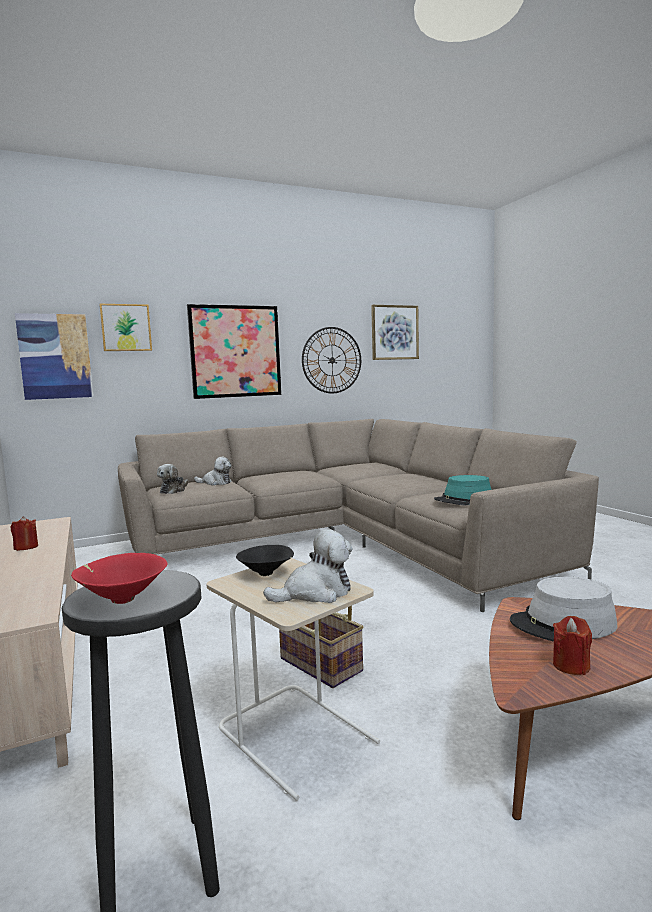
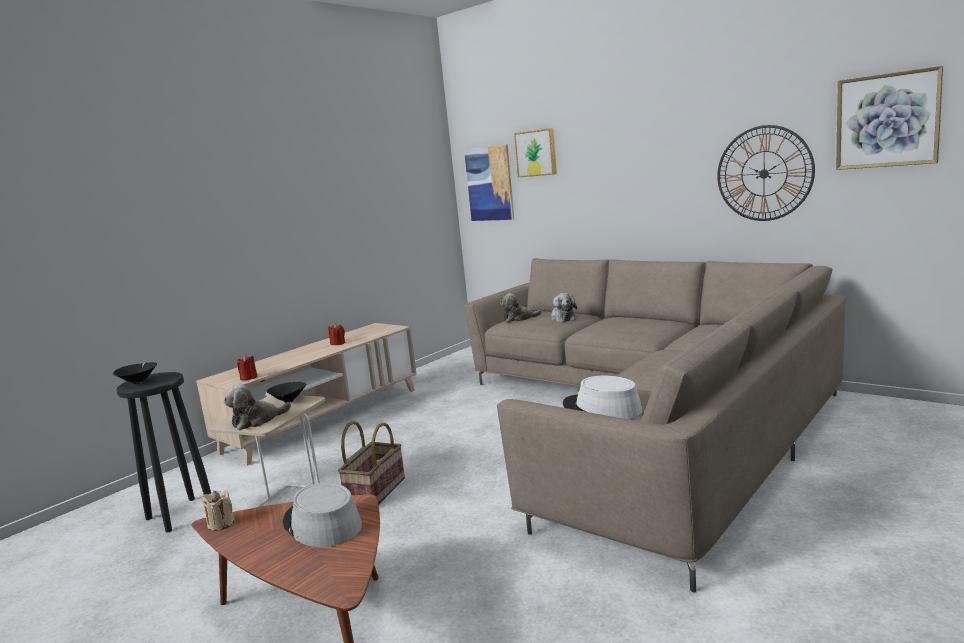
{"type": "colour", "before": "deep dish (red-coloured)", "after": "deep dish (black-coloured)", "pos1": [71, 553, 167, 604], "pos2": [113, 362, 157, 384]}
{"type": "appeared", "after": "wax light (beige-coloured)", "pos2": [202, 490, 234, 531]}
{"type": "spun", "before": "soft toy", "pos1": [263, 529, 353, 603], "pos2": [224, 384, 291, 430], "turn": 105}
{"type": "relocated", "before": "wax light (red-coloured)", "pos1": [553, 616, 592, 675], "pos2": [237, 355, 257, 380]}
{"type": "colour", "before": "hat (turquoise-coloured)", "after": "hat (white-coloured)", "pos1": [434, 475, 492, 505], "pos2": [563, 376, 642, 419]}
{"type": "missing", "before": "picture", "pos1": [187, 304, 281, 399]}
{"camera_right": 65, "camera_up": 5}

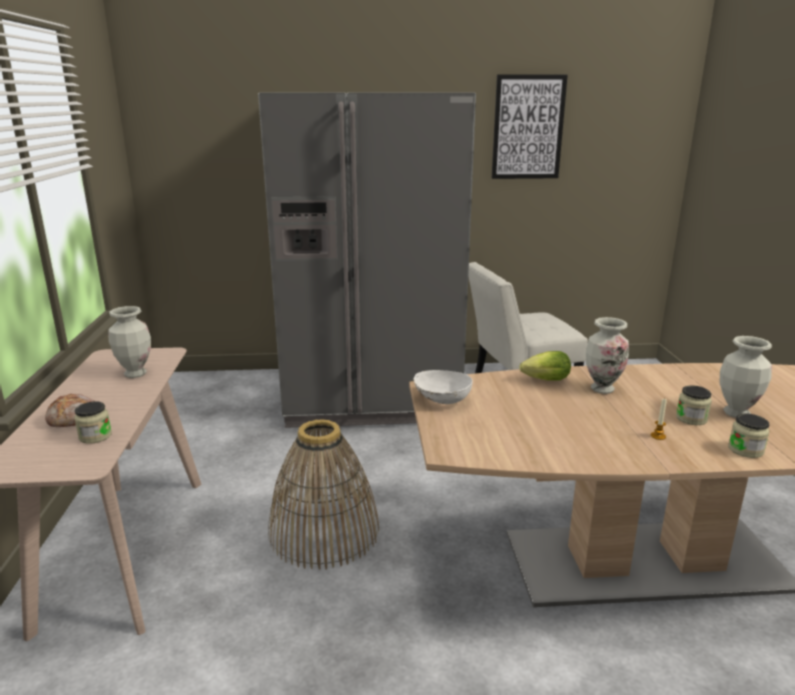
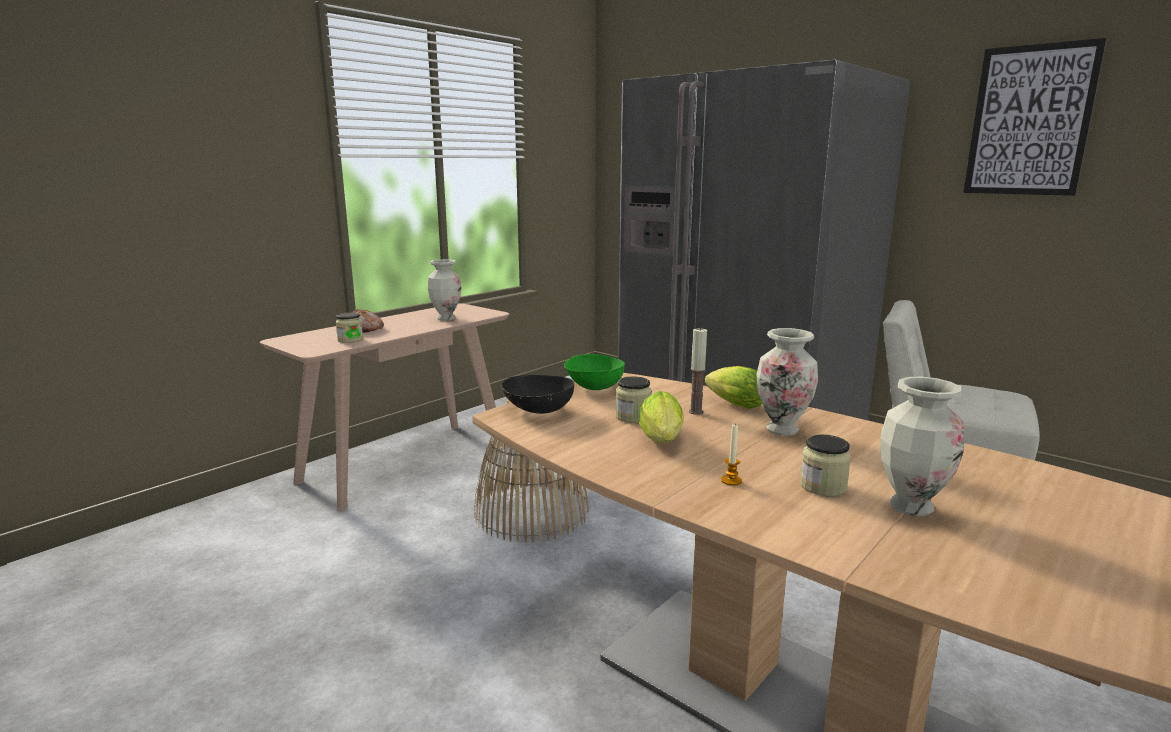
{"type": "appeared", "after": "deep dish (black-coloured)", "pos2": [501, 375, 574, 414]}
{"type": "colour", "before": "deep dish (white-coloured)", "after": "deep dish (green-coloured)", "pos1": [414, 370, 473, 404], "pos2": [564, 354, 625, 390]}
{"type": "relocated", "before": "preserve jar", "pos1": [728, 413, 769, 458], "pos2": [616, 376, 652, 423]}
{"type": "appeared", "after": "lettuce head", "pos2": [639, 391, 684, 443]}
{"type": "appeared", "after": "wax light", "pos2": [689, 327, 707, 415]}
{"camera_right": 45, "camera_up": -5}

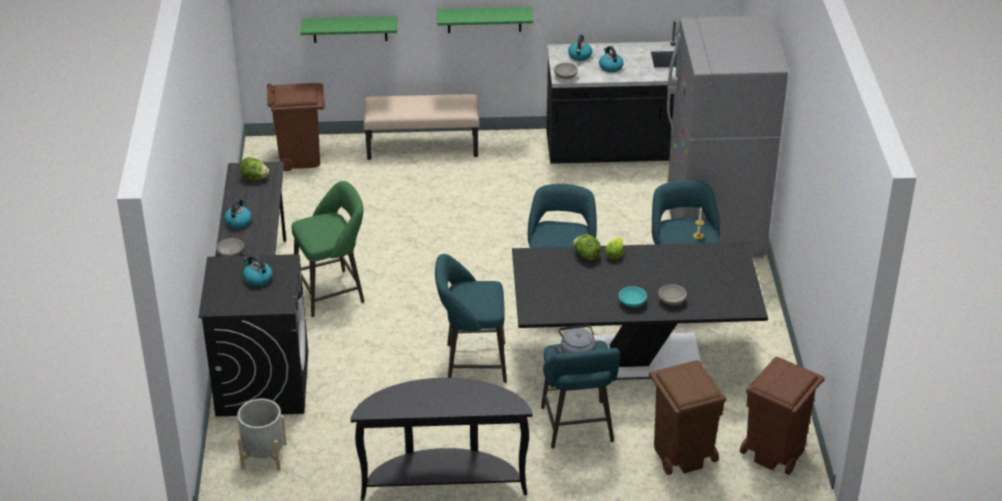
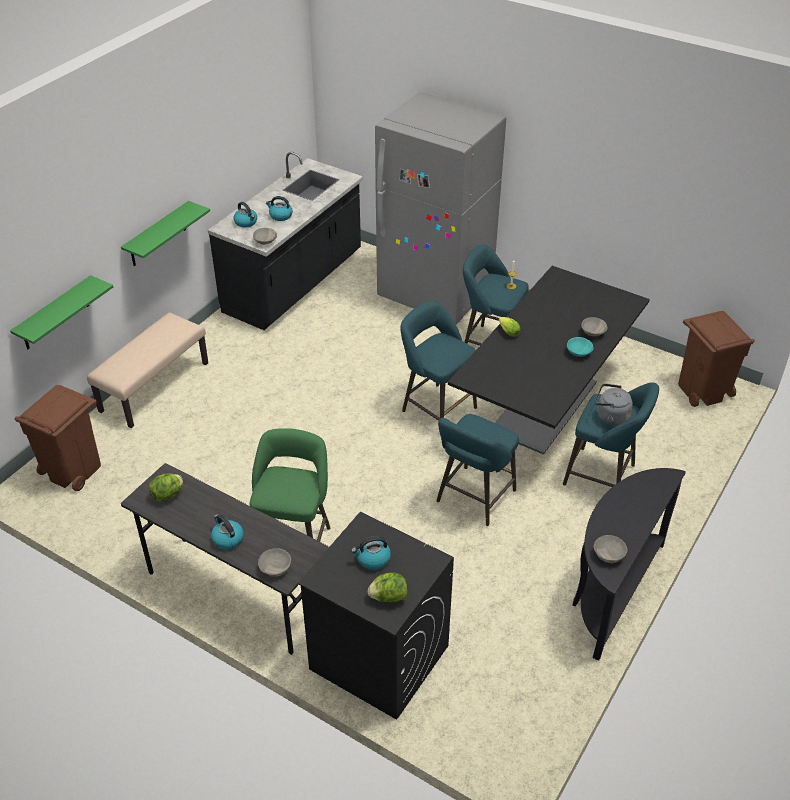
{"type": "relocated", "before": "lettuce head", "pos1": [573, 234, 601, 261], "pos2": [368, 572, 408, 603]}
{"type": "appeared", "after": "deep dish (grey)", "pos2": [594, 535, 627, 563]}
{"type": "missing", "before": "flower pot (grey)", "pos1": [237, 399, 287, 471]}
{"type": "missing", "before": "rubbish bin (brown)", "pos1": [649, 360, 726, 475]}
{"camera_right": -55, "camera_up": 5}

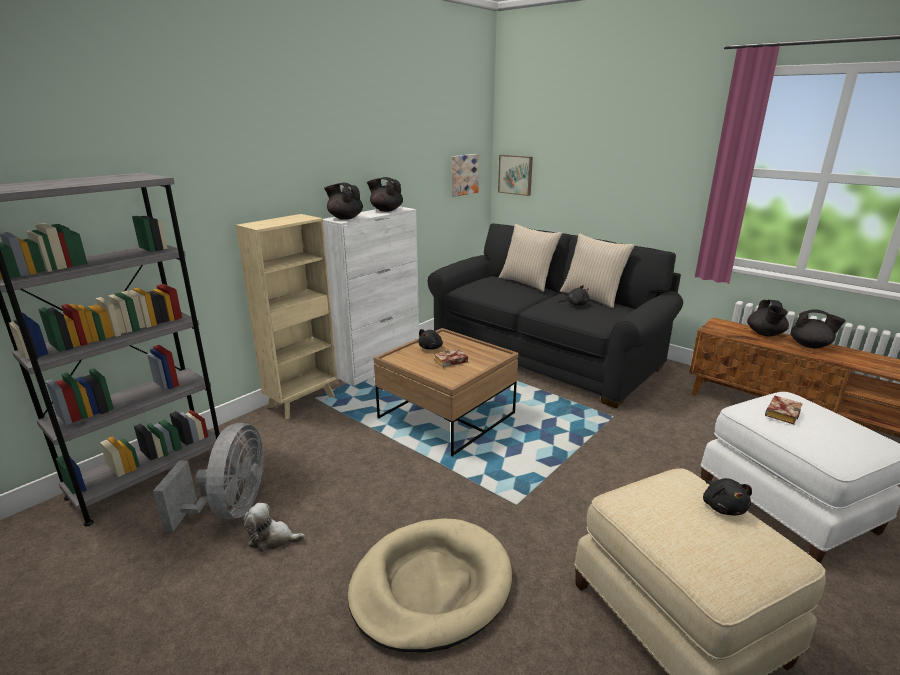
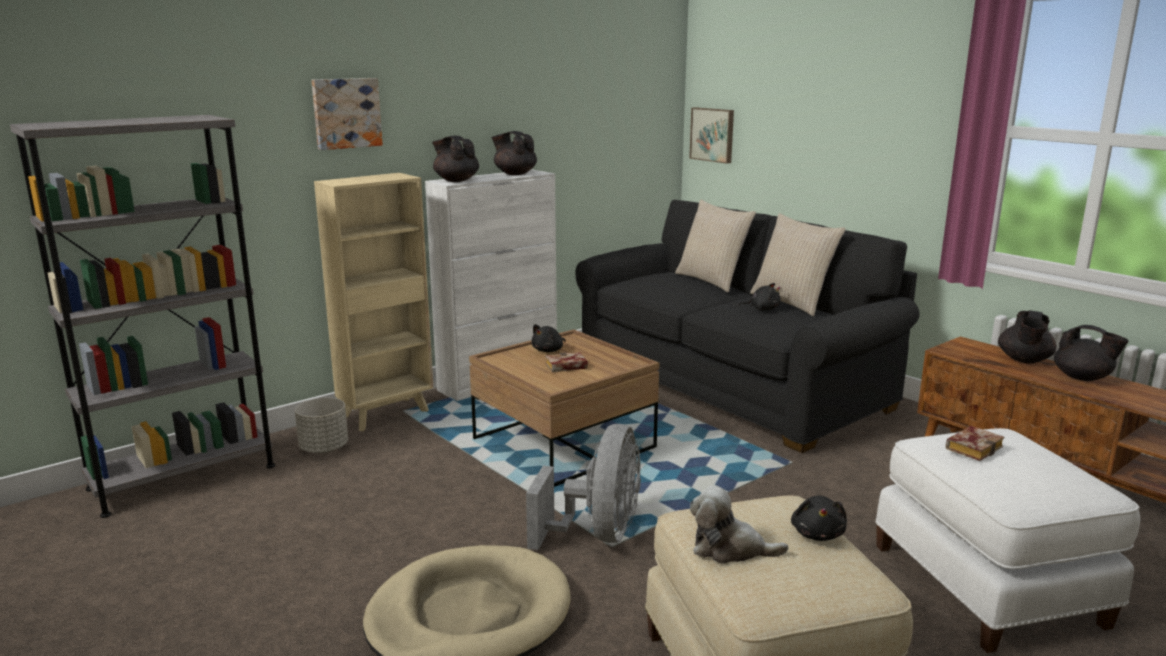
{"type": "appeared", "after": "flower pot (grey)", "pos2": [295, 398, 348, 453]}
{"type": "relocated", "before": "picture", "pos1": [452, 154, 479, 197], "pos2": [311, 78, 383, 150]}
{"type": "relocated", "before": "cooling fan (grey)", "pos1": [153, 423, 264, 532], "pos2": [526, 424, 641, 550]}
{"type": "relocated", "before": "soft toy", "pos1": [244, 503, 305, 552], "pos2": [690, 485, 788, 564]}
{"camera_right": 10, "camera_up": -5}

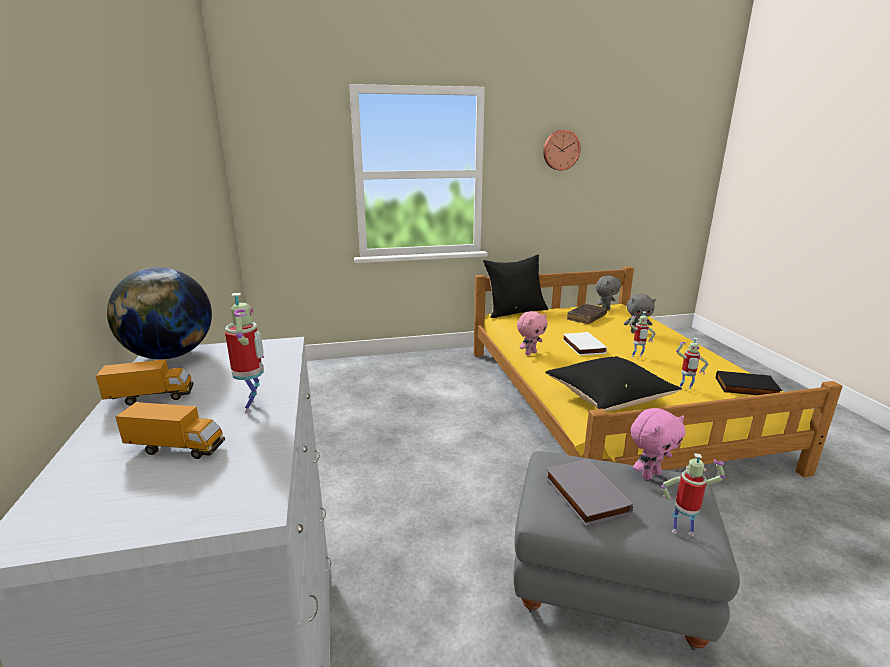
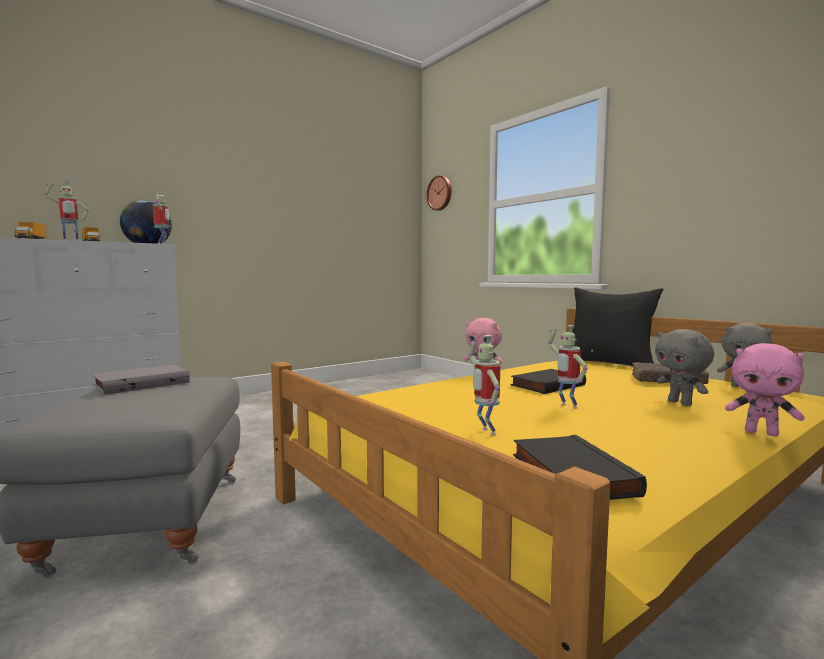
{"type": "relocated", "before": "robot figure", "pos1": [661, 453, 725, 536], "pos2": [153, 190, 171, 244]}
{"type": "relocated", "before": "wall clock", "pos1": [543, 130, 581, 170], "pos2": [427, 176, 452, 211]}
{"type": "colour", "before": "volume (white-coloured)", "after": "volume (black-coloured)", "pos1": [562, 332, 607, 355], "pos2": [511, 369, 586, 394]}
{"type": "relocated", "before": "soft toy (pink-coloured)", "pos1": [631, 408, 686, 480], "pos2": [725, 343, 805, 436]}
{"type": "missing", "before": "throw pillow (black-coloured)", "pos1": [545, 356, 682, 412]}
{"camera_right": 65, "camera_up": -15}

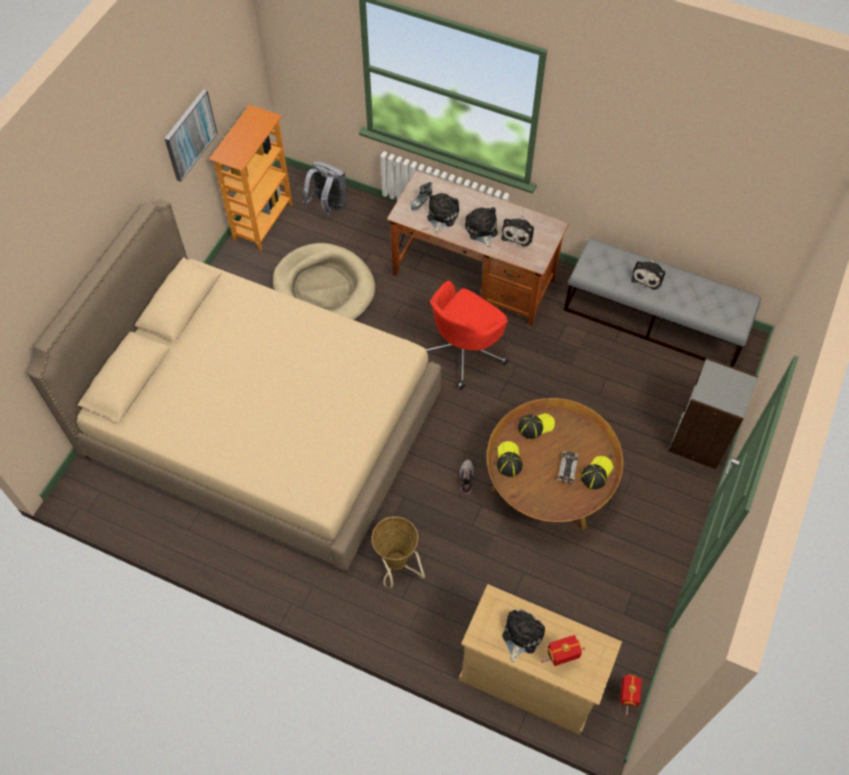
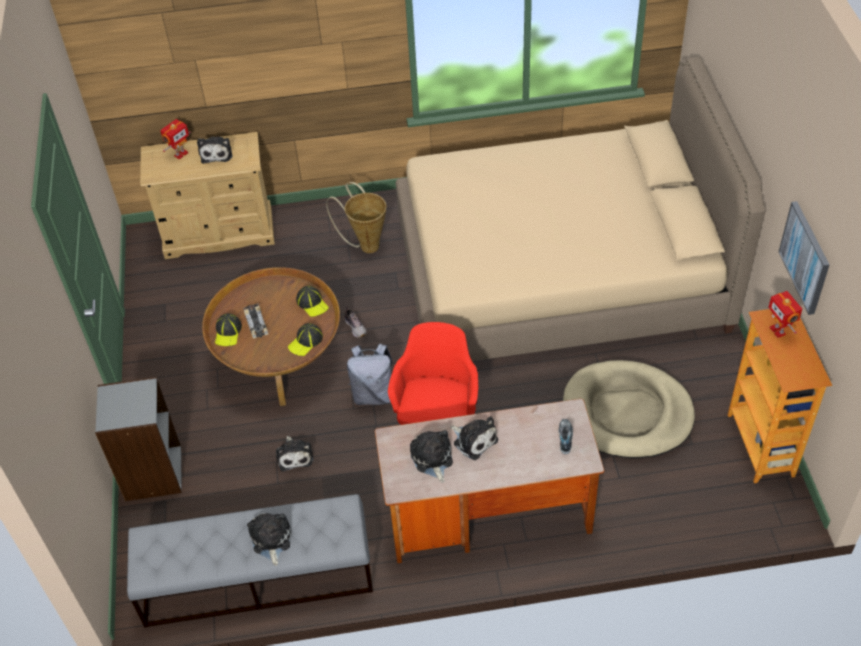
{"type": "relocated", "before": "soft toy", "pos1": [427, 193, 459, 234], "pos2": [276, 436, 313, 472]}
{"type": "relocated", "before": "backpack (grey)", "pos1": [302, 161, 347, 217], "pos2": [347, 343, 393, 405]}
{"type": "relocated", "before": "robot figure", "pos1": [620, 673, 642, 715], "pos2": [768, 291, 802, 338]}
{"camera_right": 150, "camera_up": -10}

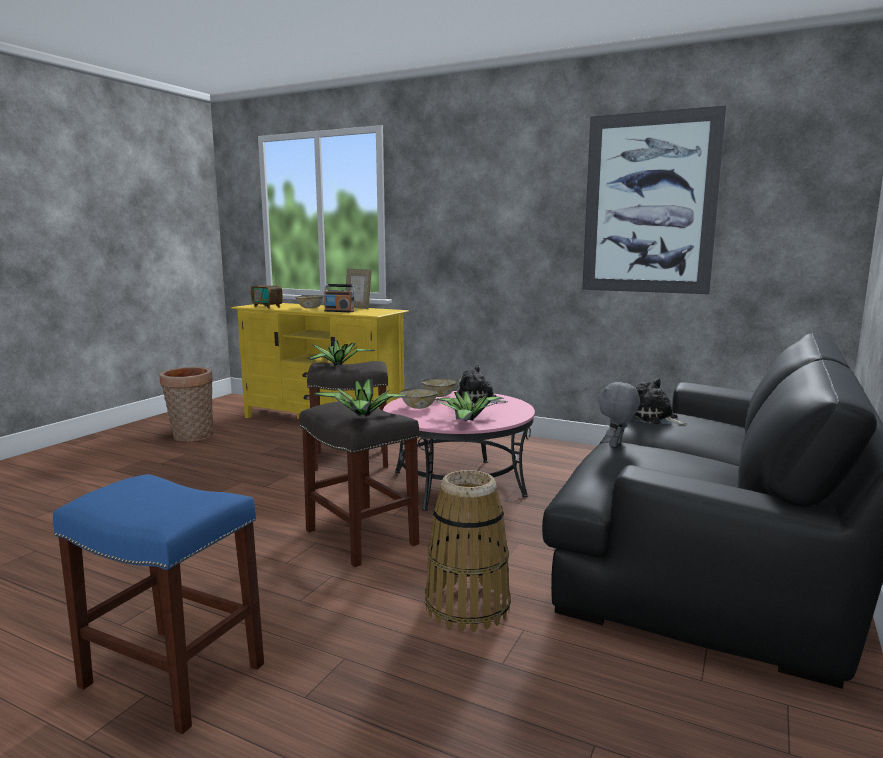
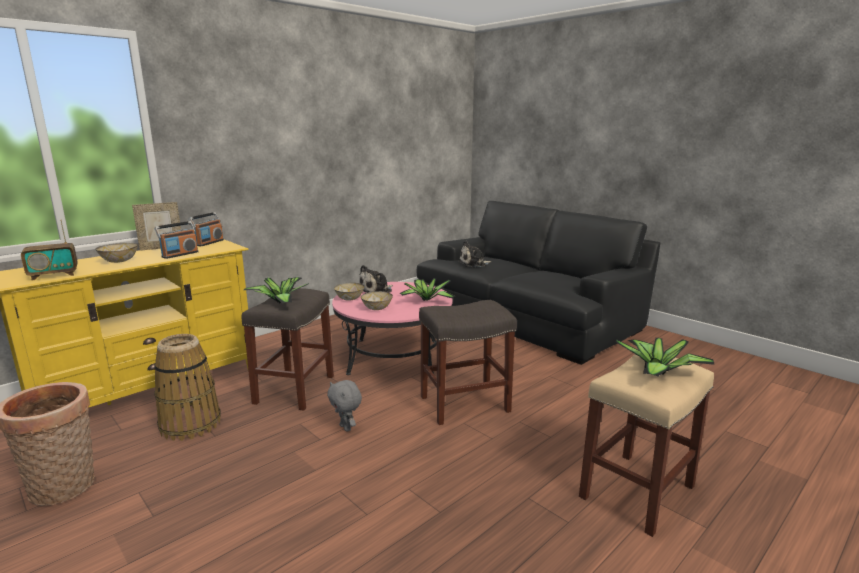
{"type": "relocated", "before": "storage basket", "pos1": [425, 470, 511, 632], "pos2": [154, 334, 221, 441]}
{"type": "appeared", "after": "radio set", "pos2": [189, 212, 224, 246]}
{"type": "relocated", "before": "soft toy (grey)", "pos1": [598, 382, 640, 447], "pos2": [327, 380, 362, 432]}
{"type": "colour", "before": "stool (blue)", "after": "stool (beige-coloured)", "pos1": [53, 474, 264, 734], "pos2": [579, 354, 714, 537]}
{"type": "relocated", "before": "plant in a pot", "pos1": [313, 379, 409, 417], "pos2": [616, 338, 715, 376]}
{"type": "missing", "before": "picture", "pos1": [582, 106, 726, 294]}
{"camera_right": -70, "camera_up": 5}

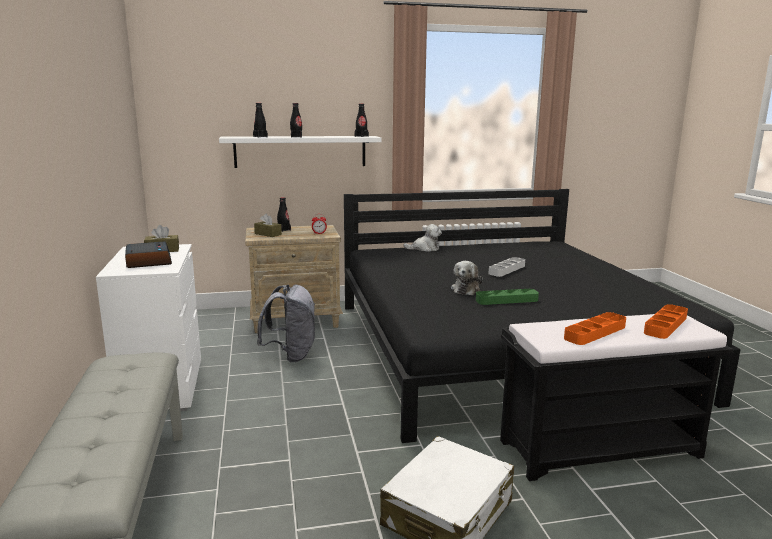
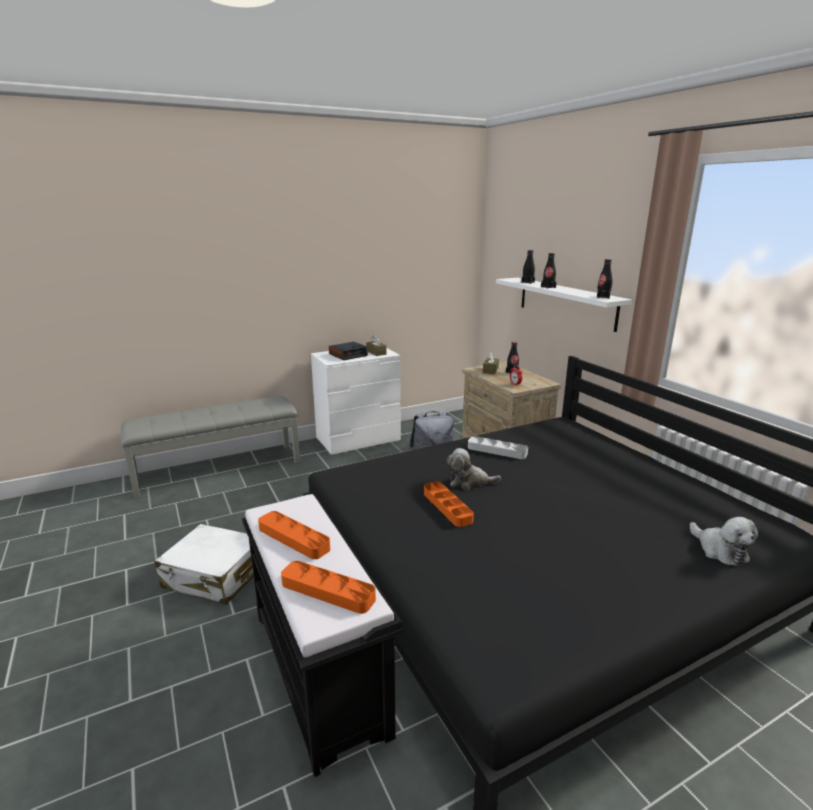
{"type": "colour", "before": "serving tray (green-coloured)", "after": "serving tray (orange-coloured)", "pos1": [476, 289, 539, 305], "pos2": [424, 482, 474, 527]}
{"type": "relocated", "before": "serving tray (grey)", "pos1": [489, 257, 525, 277], "pos2": [468, 436, 528, 459]}
{"type": "relocated", "before": "soft toy", "pos1": [403, 224, 442, 252], "pos2": [690, 517, 758, 566]}
{"camera_right": 75, "camera_up": 5}

